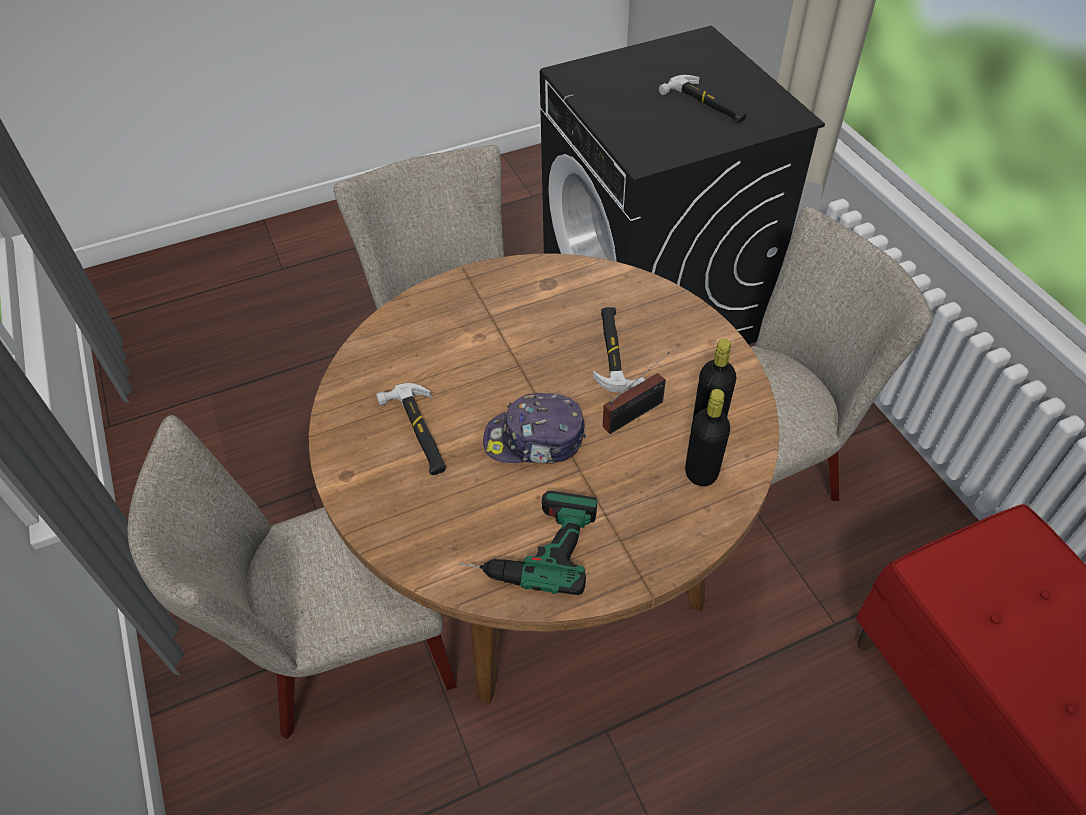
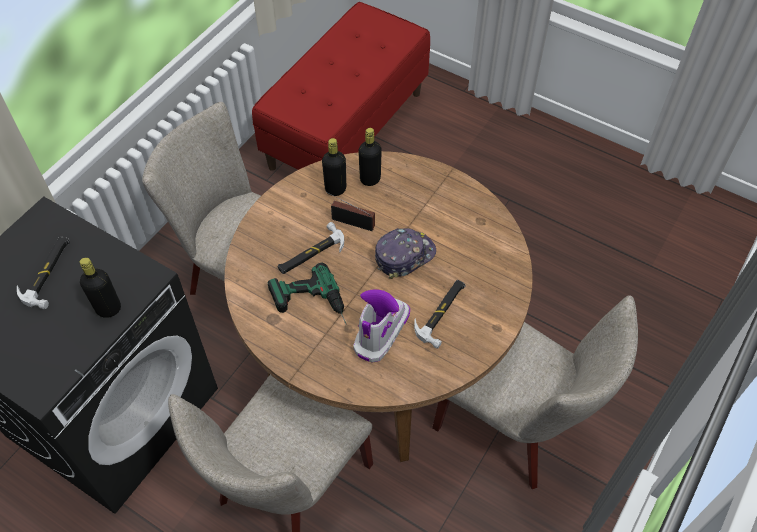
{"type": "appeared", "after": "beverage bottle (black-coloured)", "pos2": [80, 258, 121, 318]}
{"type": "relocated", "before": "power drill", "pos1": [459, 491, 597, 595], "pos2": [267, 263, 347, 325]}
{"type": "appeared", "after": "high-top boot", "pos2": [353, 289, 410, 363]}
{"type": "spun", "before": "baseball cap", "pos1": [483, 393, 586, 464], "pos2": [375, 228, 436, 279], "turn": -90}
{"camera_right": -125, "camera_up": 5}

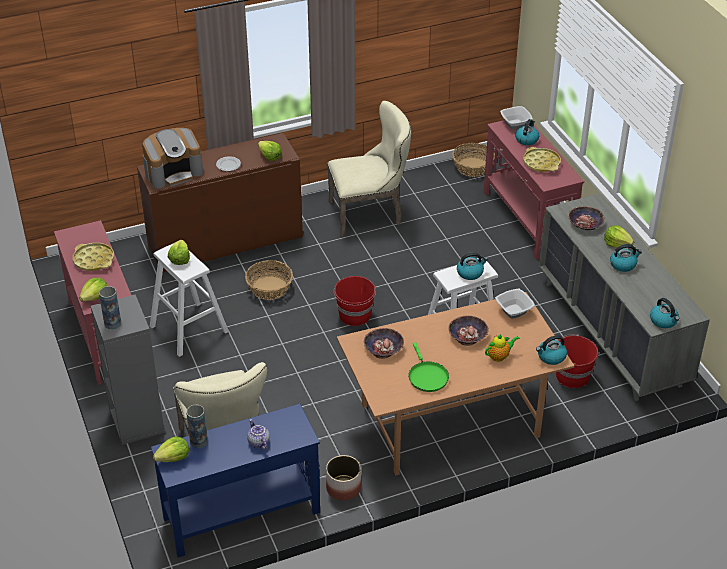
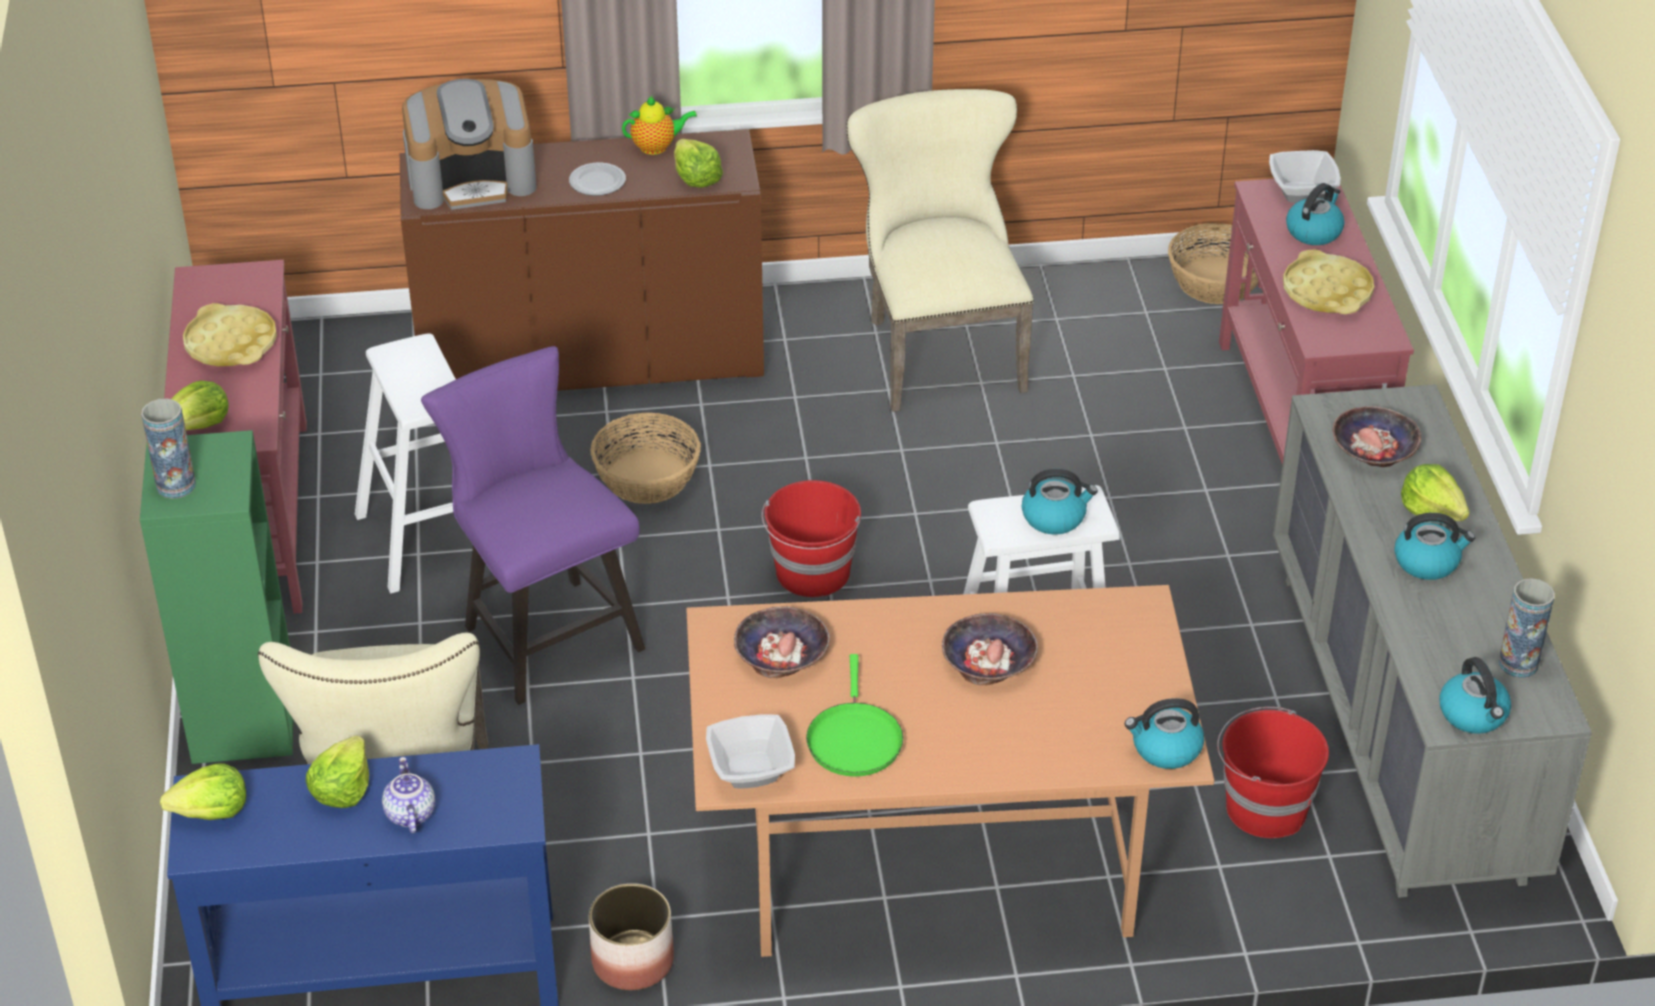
{"type": "colour", "before": "bookcase (grey)", "after": "bookcase (green-coloured)", "pos1": [91, 294, 165, 445], "pos2": [140, 430, 293, 764]}
{"type": "relocated", "before": "lettuce head", "pos1": [168, 240, 190, 265], "pos2": [306, 736, 369, 808]}
{"type": "appeared", "after": "upright chair (purplish)", "pos2": [421, 346, 645, 705]}
{"type": "relocated", "before": "teapot", "pos1": [485, 334, 520, 362], "pos2": [622, 96, 697, 155]}
{"type": "relocated", "before": "deep dish", "pos1": [495, 289, 535, 319], "pos2": [706, 714, 795, 788]}
{"type": "spun", "before": "upright chair (beige-coloured)", "pos1": [327, 101, 411, 237], "pos2": [846, 89, 1034, 412], "turn": -105}
{"type": "relocated", "before": "flower vase", "pos1": [186, 405, 208, 448], "pos2": [1498, 578, 1555, 678]}
{"camera_right": 15, "camera_up": 0}

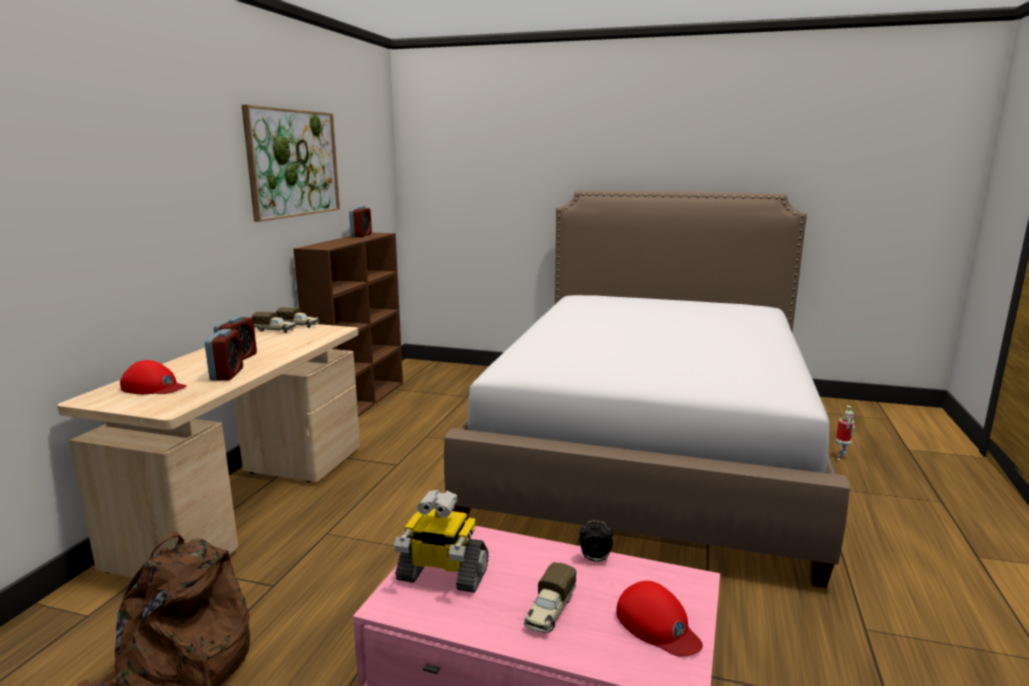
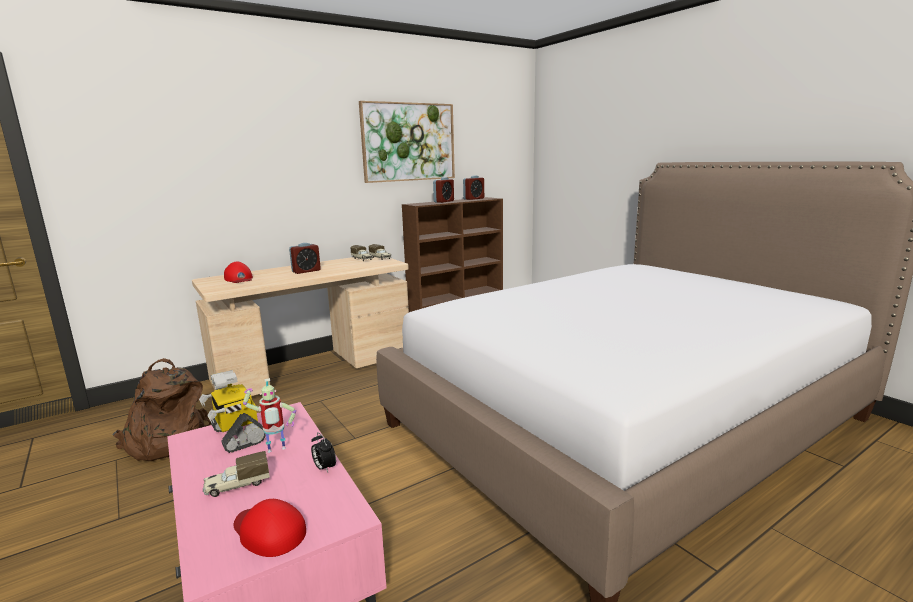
{"type": "spun", "before": "baseball cap (red-coloured)", "pos1": [616, 581, 703, 657], "pos2": [234, 499, 306, 557], "turn": 120}
{"type": "relocated", "before": "robot figure", "pos1": [836, 406, 855, 460], "pos2": [243, 378, 296, 453]}
{"type": "relocated", "before": "table clock", "pos1": [205, 329, 243, 381], "pos2": [433, 177, 454, 203]}
{"camera_right": 40, "camera_up": 0}

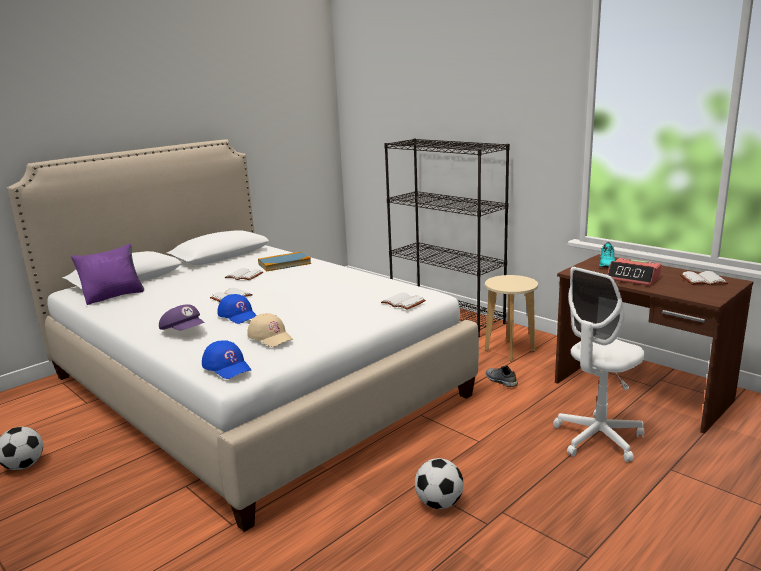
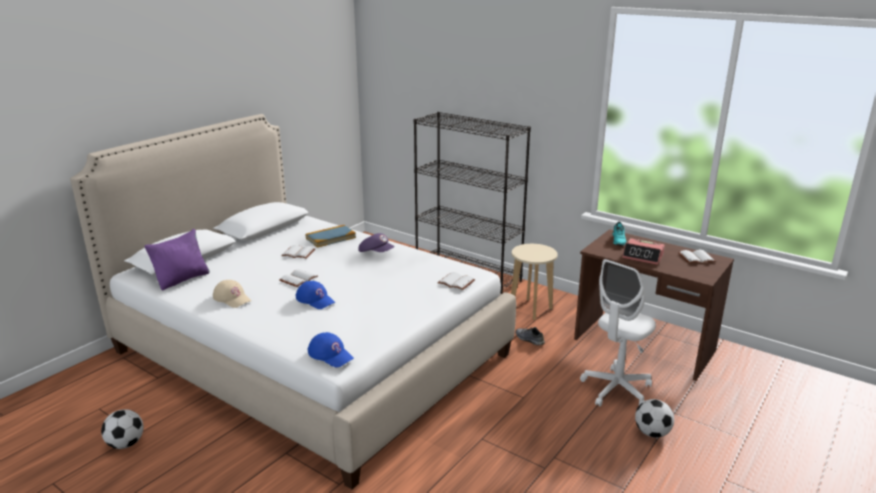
{"type": "relocated", "before": "baseball cap (beige-coloured)", "pos1": [247, 313, 293, 347], "pos2": [213, 280, 251, 308]}
{"type": "relocated", "before": "baseball cap (purplish)", "pos1": [159, 304, 205, 331], "pos2": [358, 233, 395, 252]}
{"type": "relocated", "before": "football ball", "pos1": [415, 458, 464, 509], "pos2": [635, 399, 674, 438]}
{"camera_right": -10, "camera_up": 5}

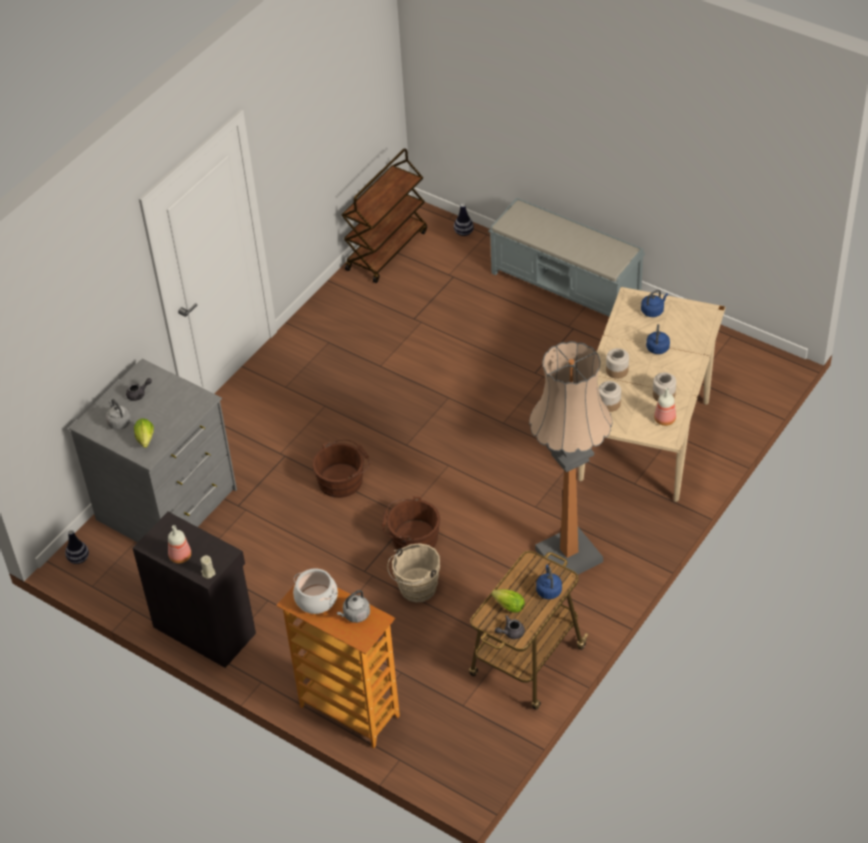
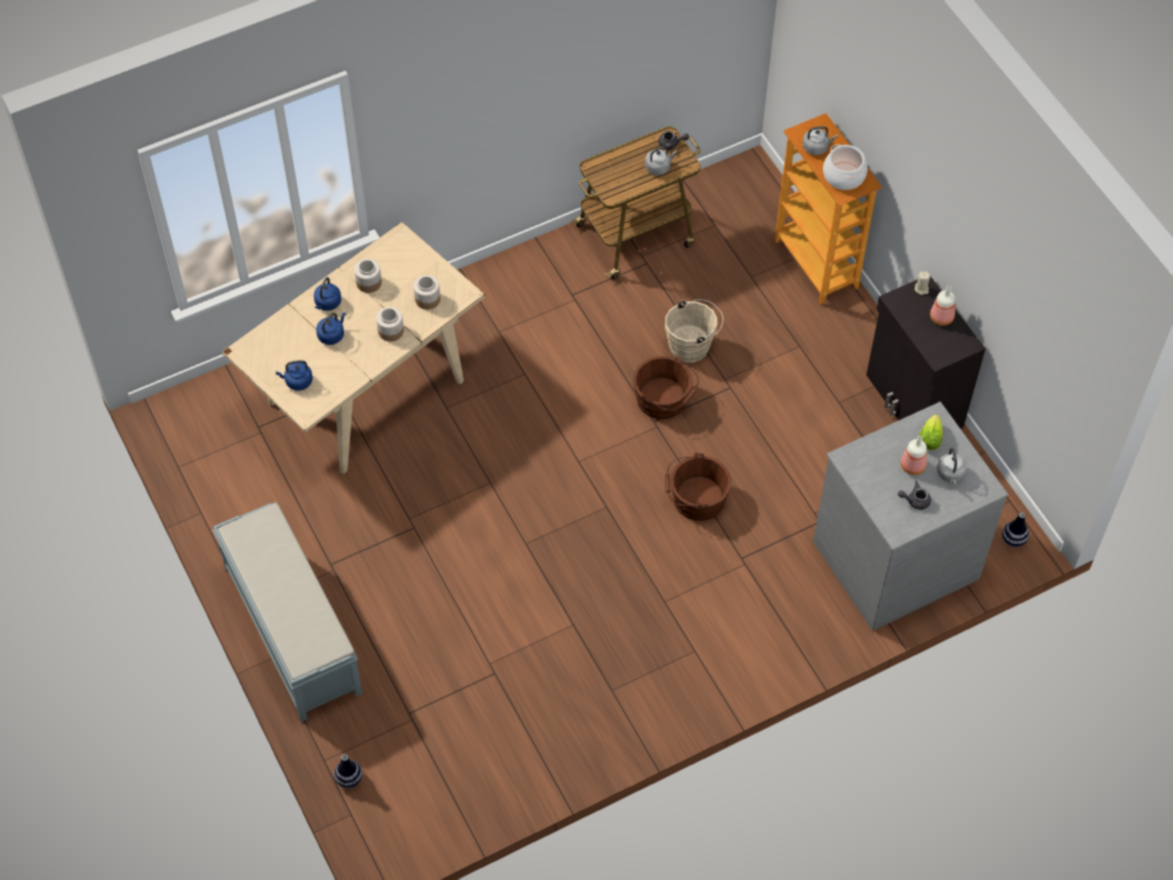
{"type": "relocated", "before": "kettle (blue)", "pos1": [536, 565, 562, 599], "pos2": [314, 277, 341, 311]}
{"type": "exchanged", "before": "lettuce head", "after": "kettle (grey)", "pos1": [491, 589, 525, 612], "pos2": [645, 146, 677, 175]}
{"type": "relocated", "before": "beverage bottle", "pos1": [654, 388, 676, 426], "pos2": [901, 436, 927, 475]}
{"type": "missing", "before": "wheeled cart (brown)", "pos1": [341, 148, 427, 283]}
{"type": "missing", "before": "standing lamp", "pos1": [529, 341, 612, 580]}
{"camera_right": -155, "camera_up": 10}

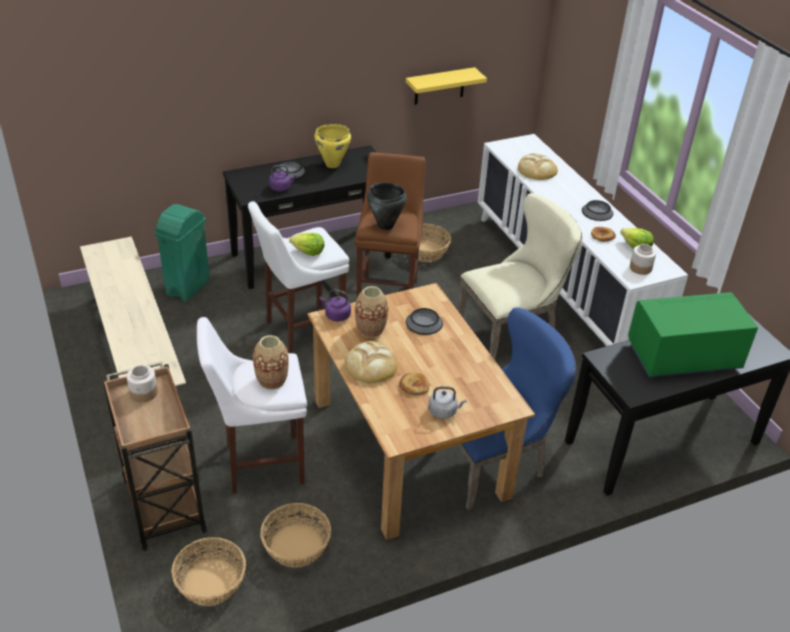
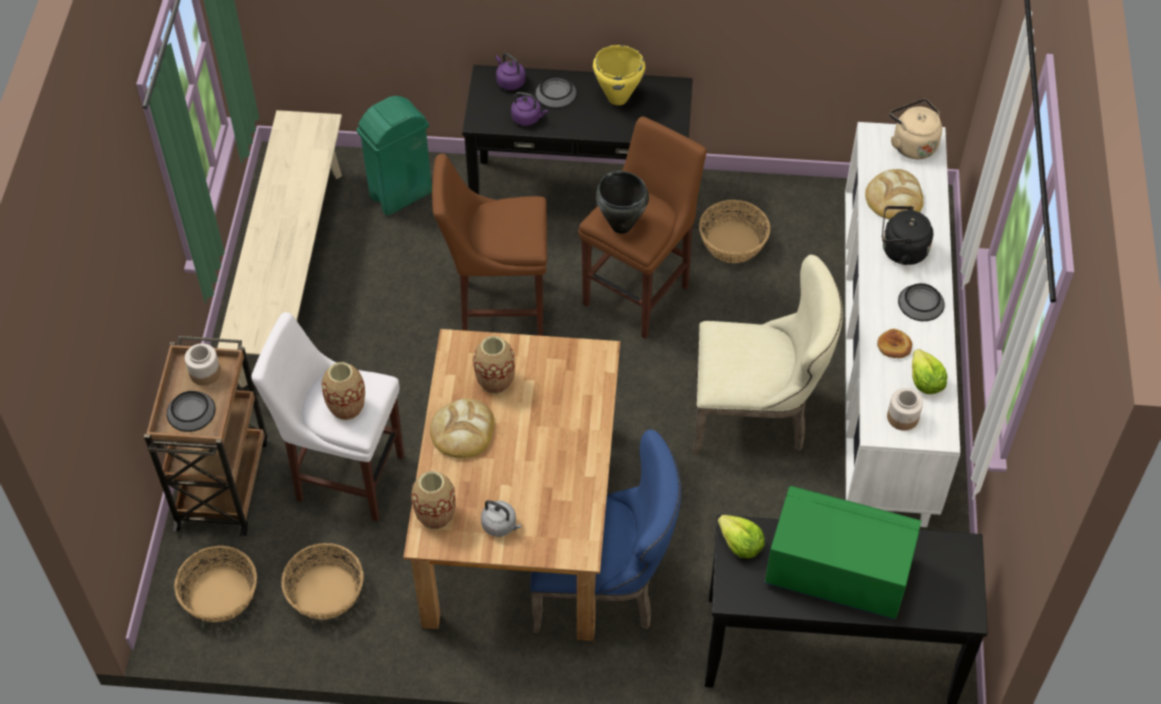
{"type": "relocated", "before": "deep dish", "pos1": [406, 308, 443, 335], "pos2": [167, 391, 216, 432]}
{"type": "appeared", "after": "flower vase", "pos2": [411, 471, 456, 529]}
{"type": "colour", "before": "stool (white-coloured)", "after": "stool (brown)", "pos1": [248, 201, 349, 353], "pos2": [432, 154, 547, 336]}
{"type": "relocated", "before": "kettle (purplish)", "pos1": [320, 289, 351, 321], "pos2": [496, 53, 525, 90]}
{"type": "relocated", "before": "lettuce head", "pos1": [289, 233, 324, 256], "pos2": [718, 515, 765, 558]}
{"type": "appeared", "after": "kettle (black-coloured)", "pos2": [882, 206, 933, 265]}
{"type": "appeared", "after": "kettle (beige-coloured)", "pos2": [889, 99, 942, 159]}
{"type": "missing", "before": "bakery bread", "pos1": [399, 373, 429, 395]}
{"type": "missing", "before": "shelf (yellow-coloured)", "pos1": [406, 67, 487, 105]}
{"camera_right": 30, "camera_up": 15}

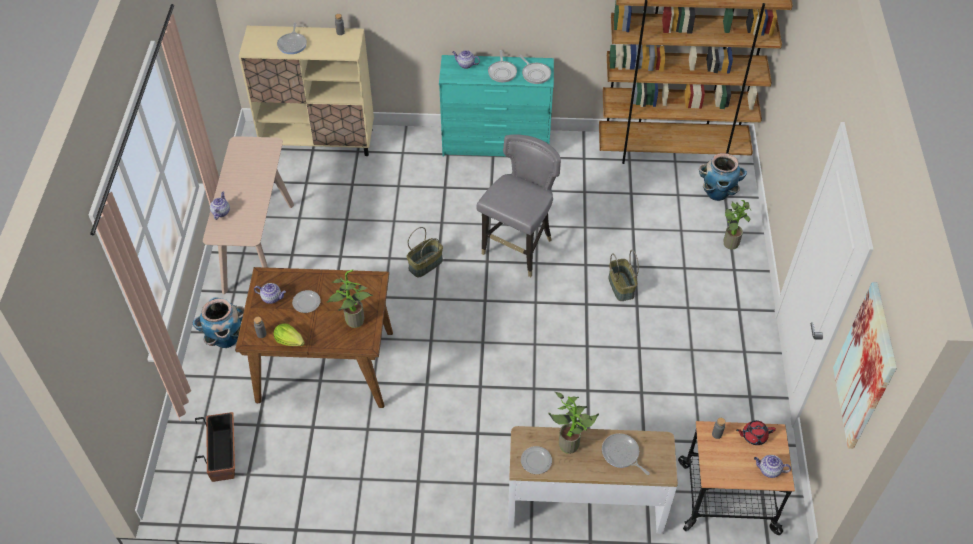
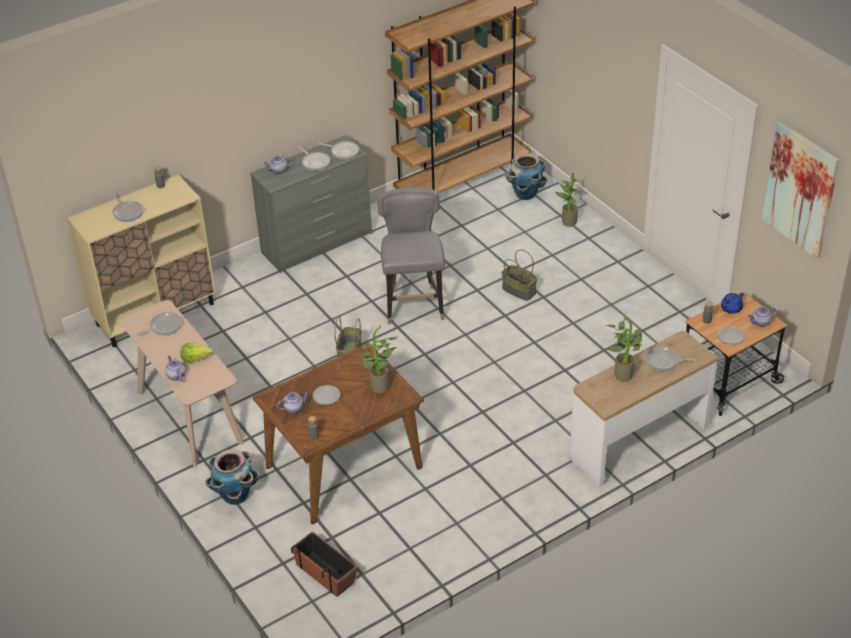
{"type": "appeared", "after": "pan", "pos2": [136, 312, 182, 335]}
{"type": "relocated", "before": "lettuce head", "pos1": [274, 323, 305, 346], "pos2": [181, 343, 213, 363]}
{"type": "colour", "before": "dresser (turquoise-coloured)", "after": "dresser (grey)", "pos1": [439, 55, 554, 157], "pos2": [250, 135, 372, 273]}
{"type": "relocated", "before": "flat dish", "pos1": [521, 446, 552, 474], "pos2": [718, 326, 745, 345]}
{"type": "colour", "before": "teapot (red-coloured)", "after": "teapot (blue)", "pos1": [736, 420, 776, 445], "pos2": [721, 293, 744, 314]}
{"camera_right": -35, "camera_up": -10}

